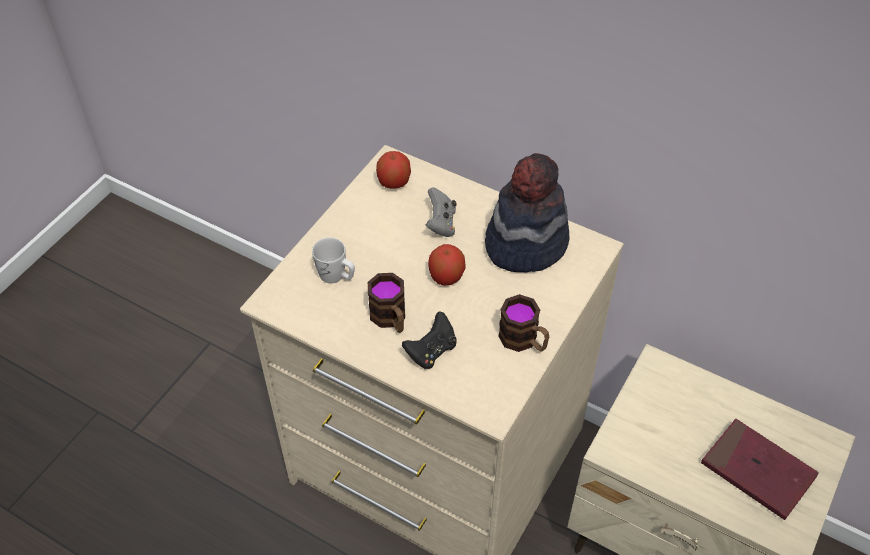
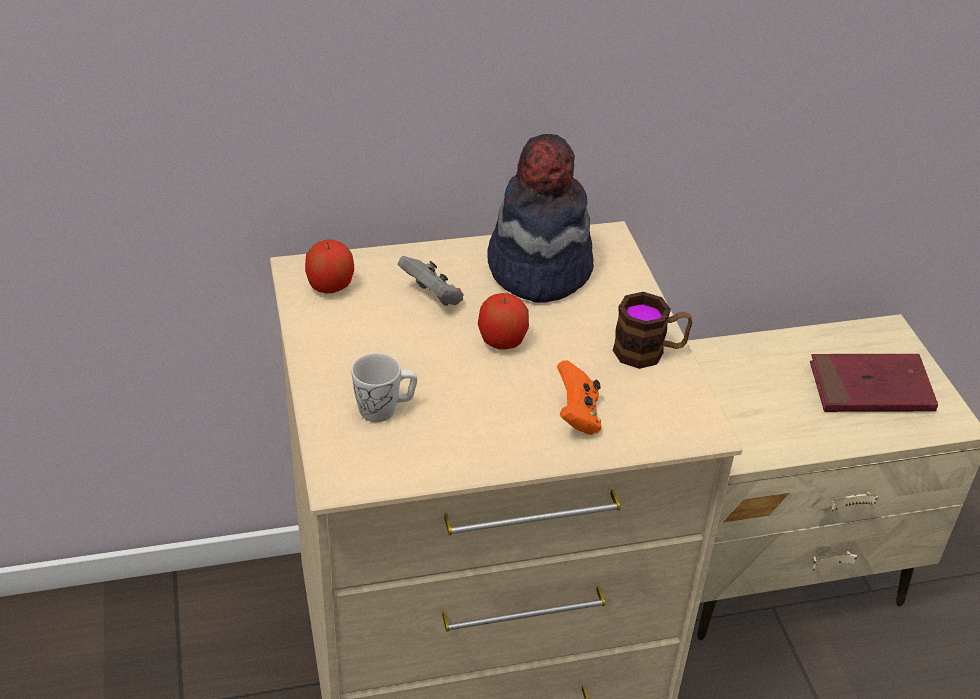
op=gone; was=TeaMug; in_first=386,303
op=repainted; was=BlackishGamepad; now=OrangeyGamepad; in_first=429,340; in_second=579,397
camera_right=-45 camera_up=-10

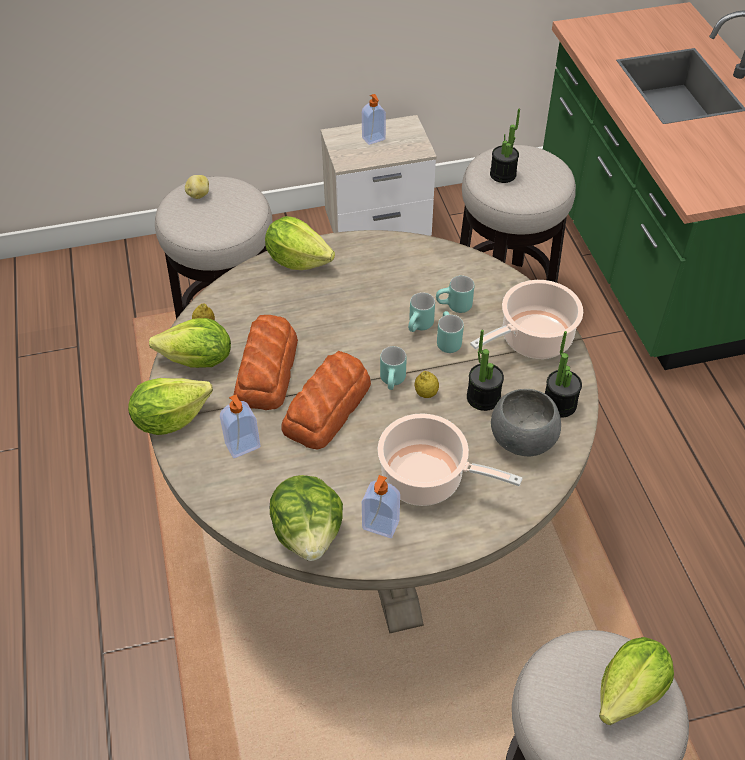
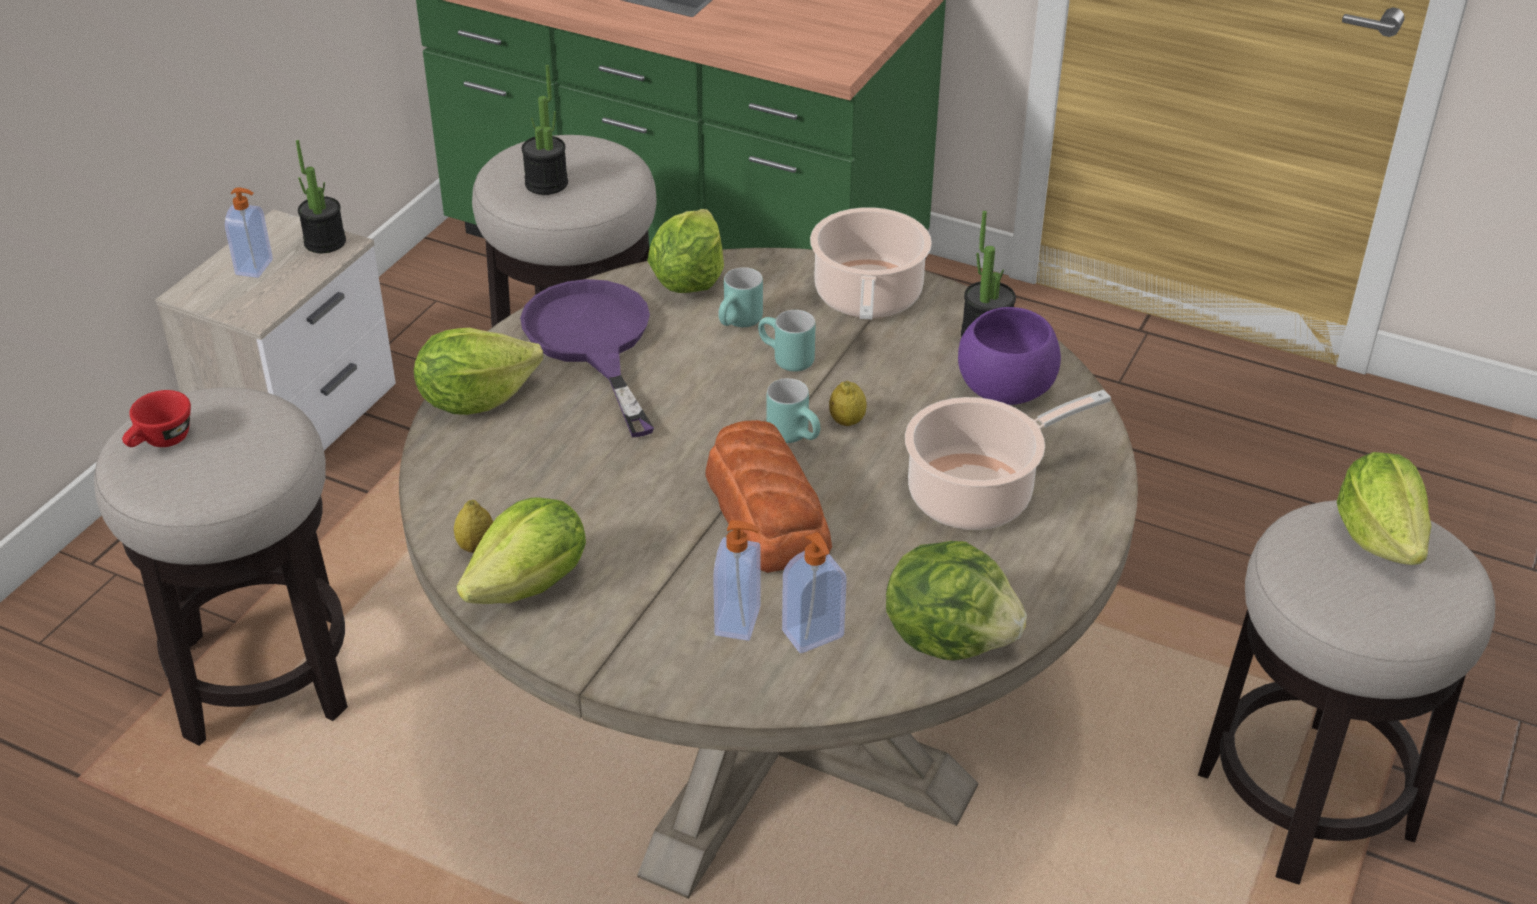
op=shifted; was=LettuceHead; in_first=170,406; in_second=685,251
op=swapped; was=Potato; now=RedDrinkingCup; in_first=197,187; in_second=156,418
op=gone; was=BakeryBread; in_first=266,362
op=shifted; was=SoapDispenser; in_first=381,506; in_second=814,592
op=gone; was=TurquoiseTeaMug; in_first=421,312
op=shifted; was=PlantInAPot; in_first=485,370; in_second=321,196
op=repainted; was=GreyishDeepDish; now=PurplishDeepDish; in_first=526,422; in_second=1009,356
op=new; now=PurplishSkillet; in_second=587,358
camera_right=-50 camera_up=-10

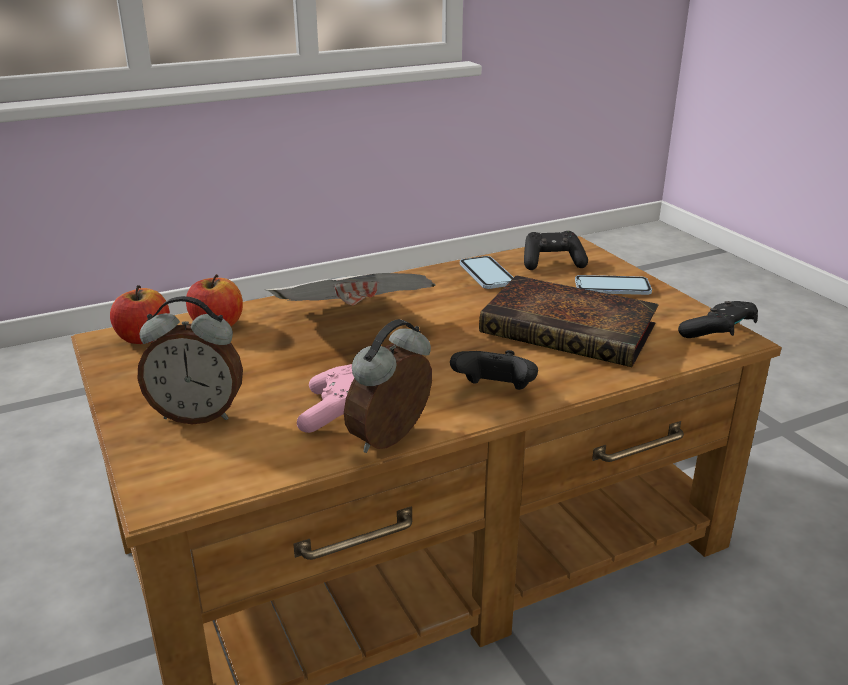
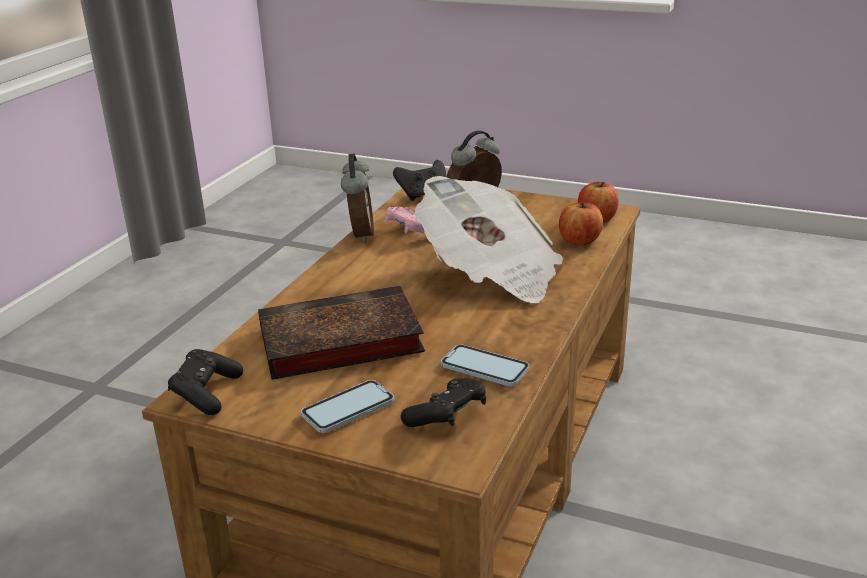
op=shifted; was=BlackishGamepad; in_first=494,370; in_second=419,180
camera_right=140 camera_up=0

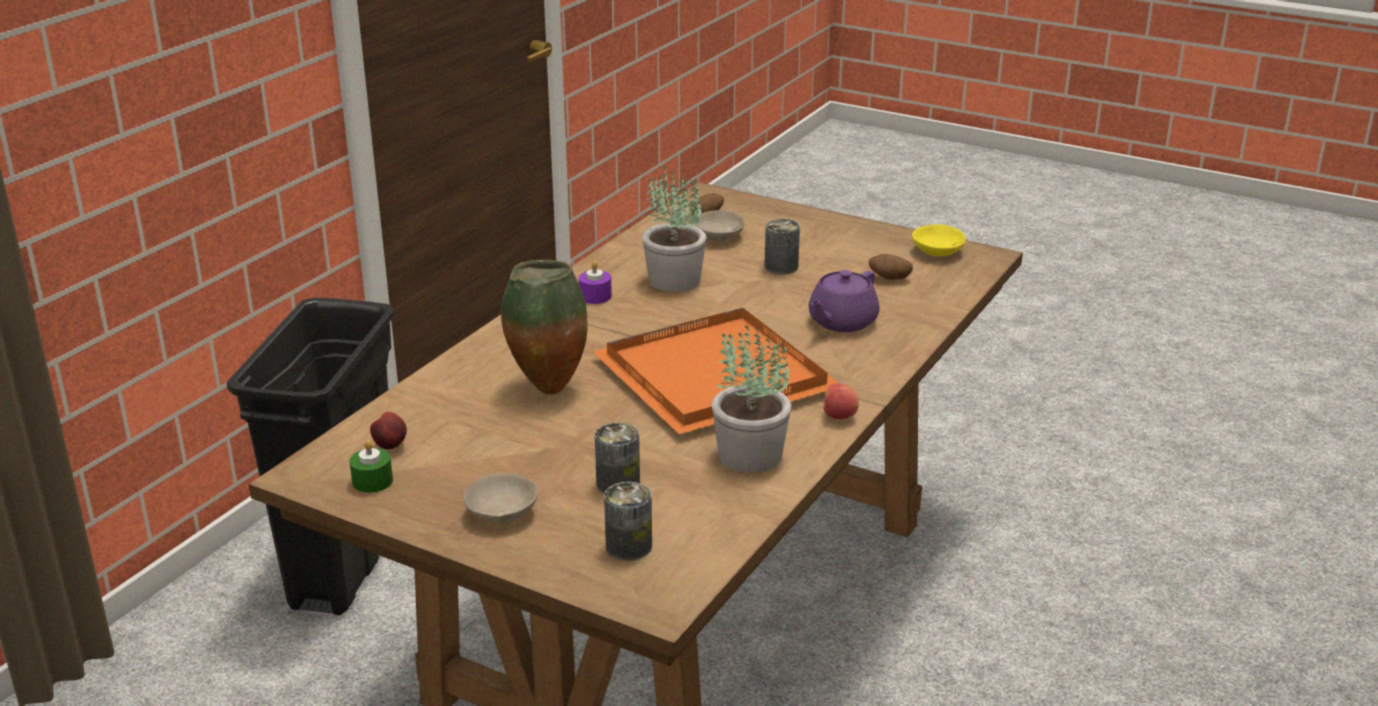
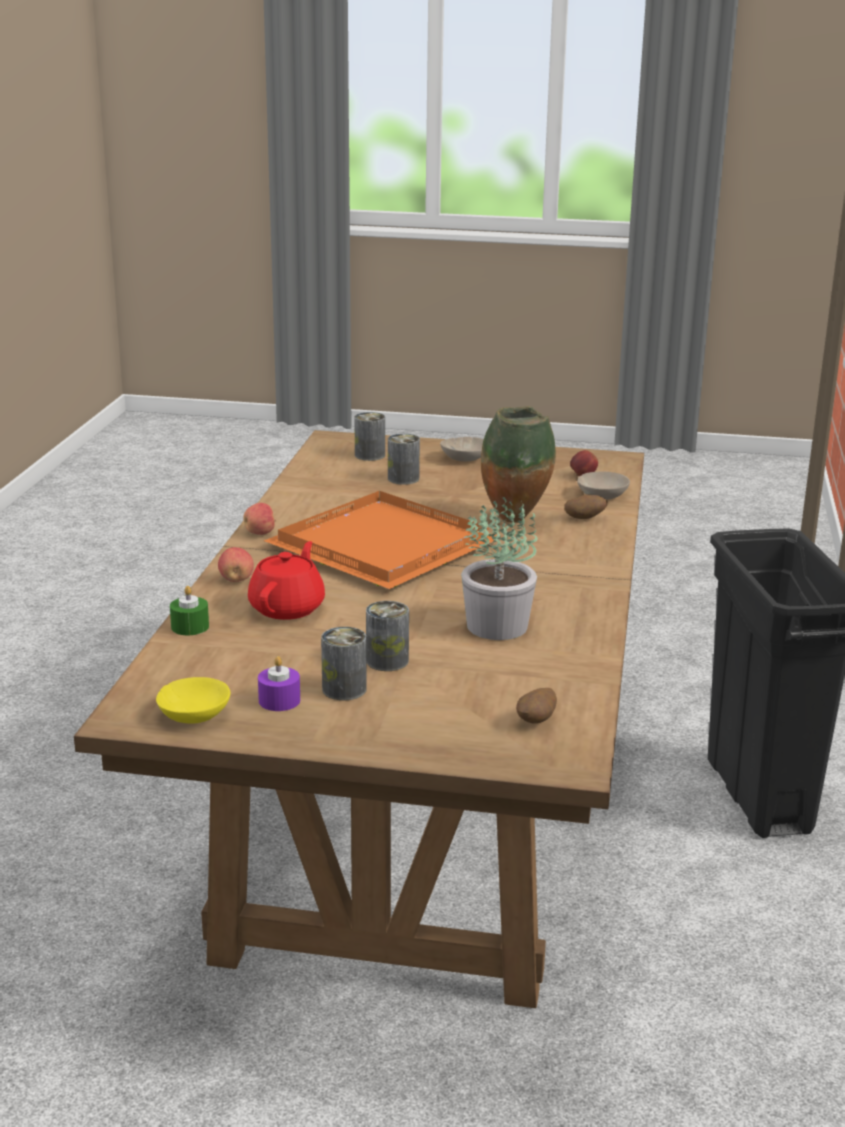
op=shifted; was=GreenCandle; in_first=371,466; in_second=189,610
op=shifted; was=PurplishCandle; in_first=595,282; in_second=279,683
op=shifted; was=SandColouredDeepDish; in_first=719,225; in_second=603,485
op=gone; was=PlantInAPot; in_first=751,399
op=repainted; was=PurplishTeaPot; now=RedTeaPot; in_first=844,301; in_second=286,580
op=shifted; was=Potato; in_first=891,267; in_second=586,506
op=new; now=WholeApple; in_second=236,564
op=new; now=Can; in_second=344,663
camera_right=160 camera_up=-5

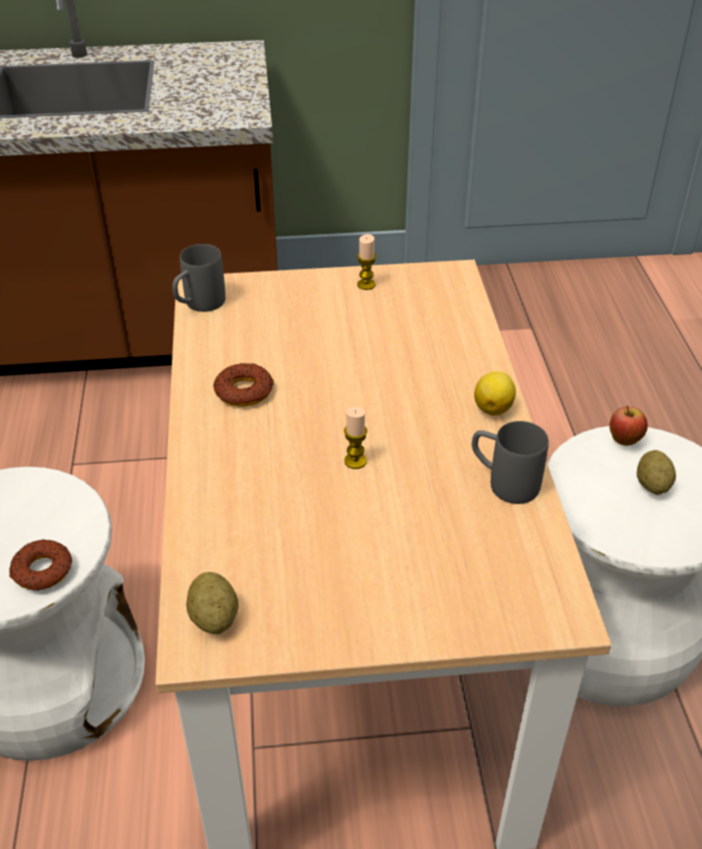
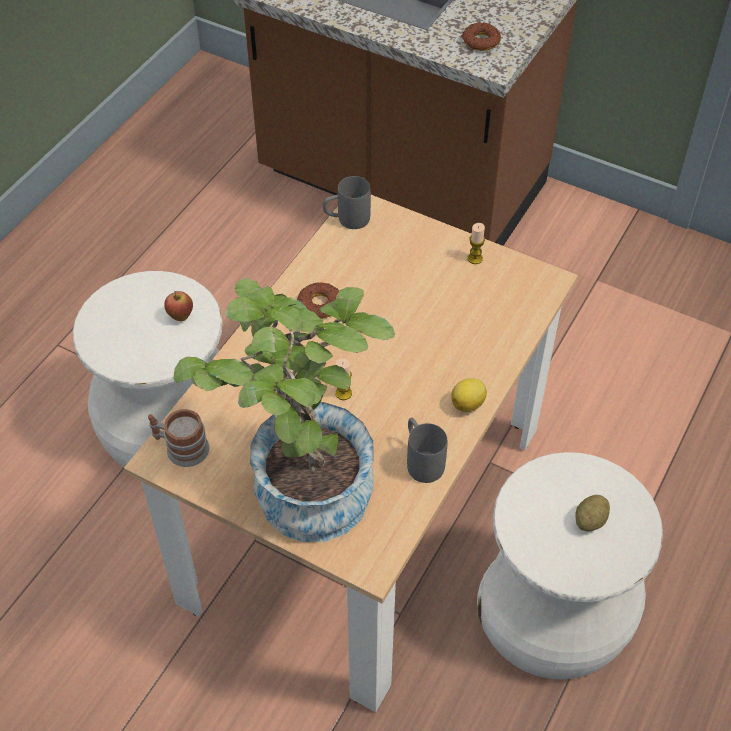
op=shifted; was=Donut; in_first=40,564; in_second=481,36
op=swapped; was=Potato; now=TeaMug; in_first=212,603; in_second=179,438
op=shifted; was=WholeApple; in_first=628,425; in_second=178,306
op=new; now=PlantInAPot; in_second=284,410
camera_right=35 camera_up=10

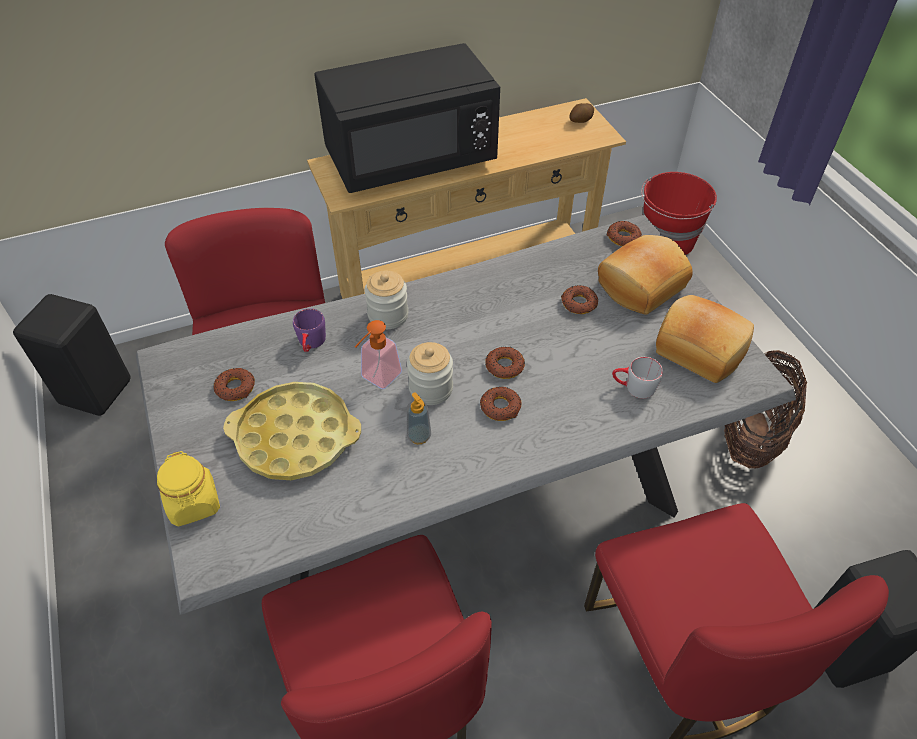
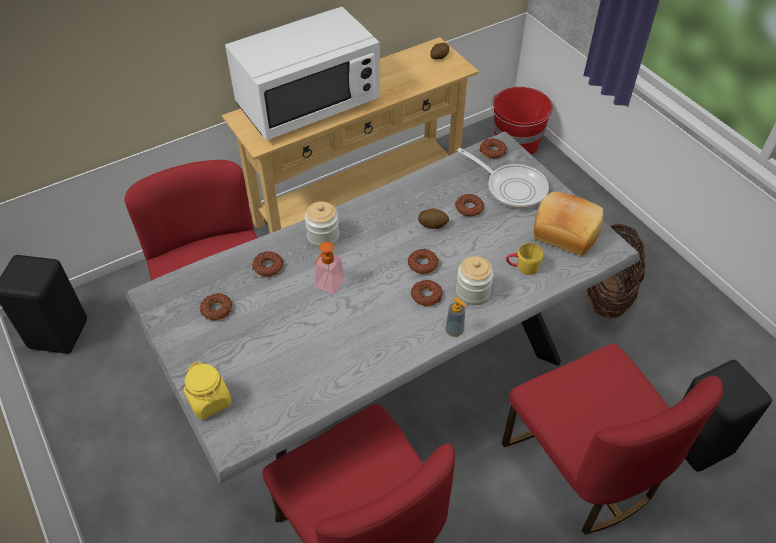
op=gone; was=YellowishCarryingTray; in_first=292,431
op=swapped; was=PurplishTeaMug; now=Donut; in_first=309,330; in_second=267,264
op=repainted; was=BlackishKitchenMicrowave; now=WhiteKitchenMicrowave; in_first=407,118; in_second=302,73
op=shifted; was=StorageJar; in_first=430,373; in_second=475,280
op=shifted; was=SoapDispenser; in_first=419,418; in_second=455,317
op=swapped; was=BakeryBread; now=Skillet; in_first=645,275; in_second=503,178
op=repainted; was=GreyishTeaMug; now=YellowishTeaMug; in_first=637,378; in_second=525,259
op=new; now=Potato; in_second=433,218
camera_right=-10 camera_up=0

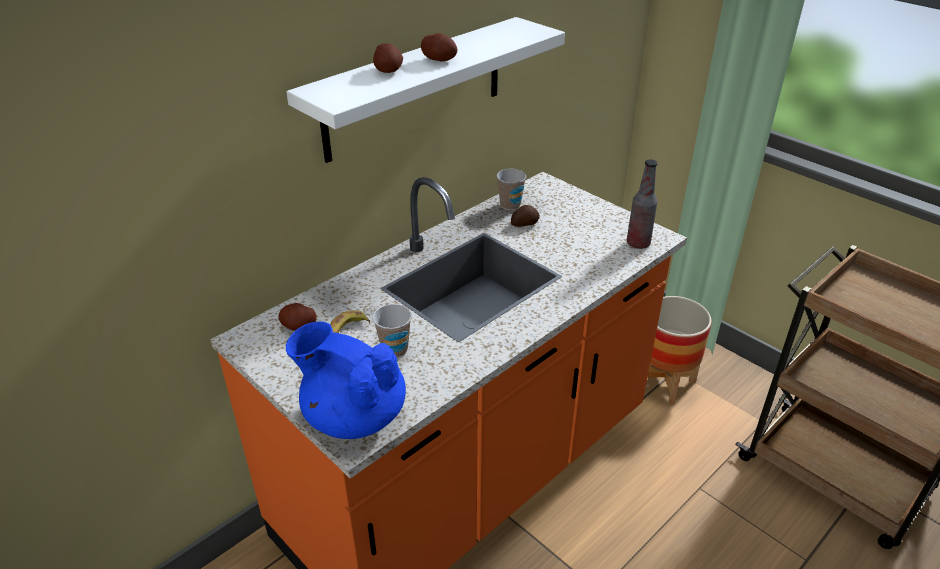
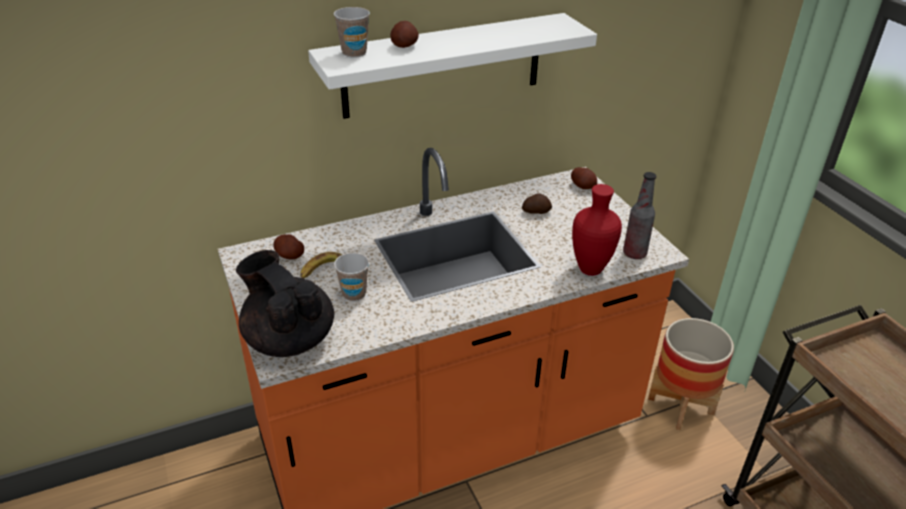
op=repainted; was=BlueTeaPot; now=BlackishTeaPot; in_first=346,380; in_second=285,303
op=shifted; was=Potato; in_first=439,47; in_second=584,178
op=shifted; was=DrinkingCup; in_first=511,189; in_second=352,32
op=new; now=RedFlowerVase; in_second=597,230
camera_right=20 camera_up=0

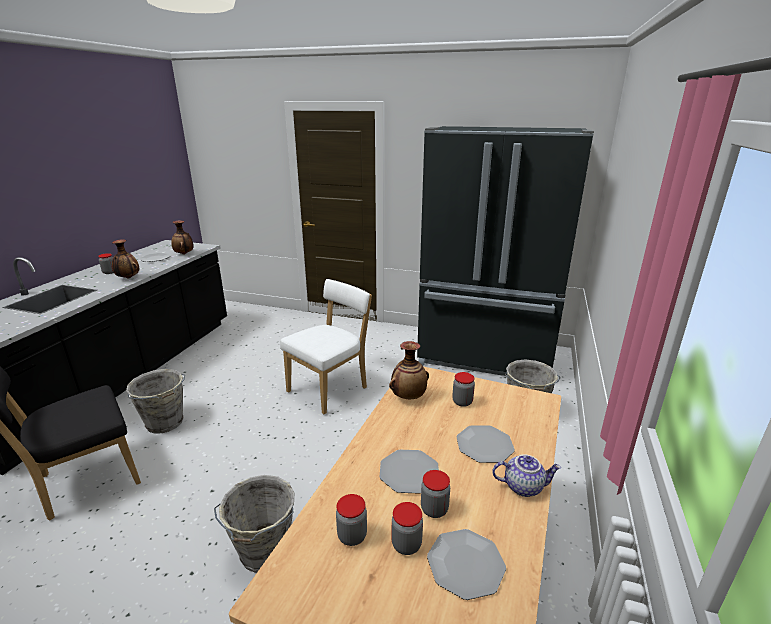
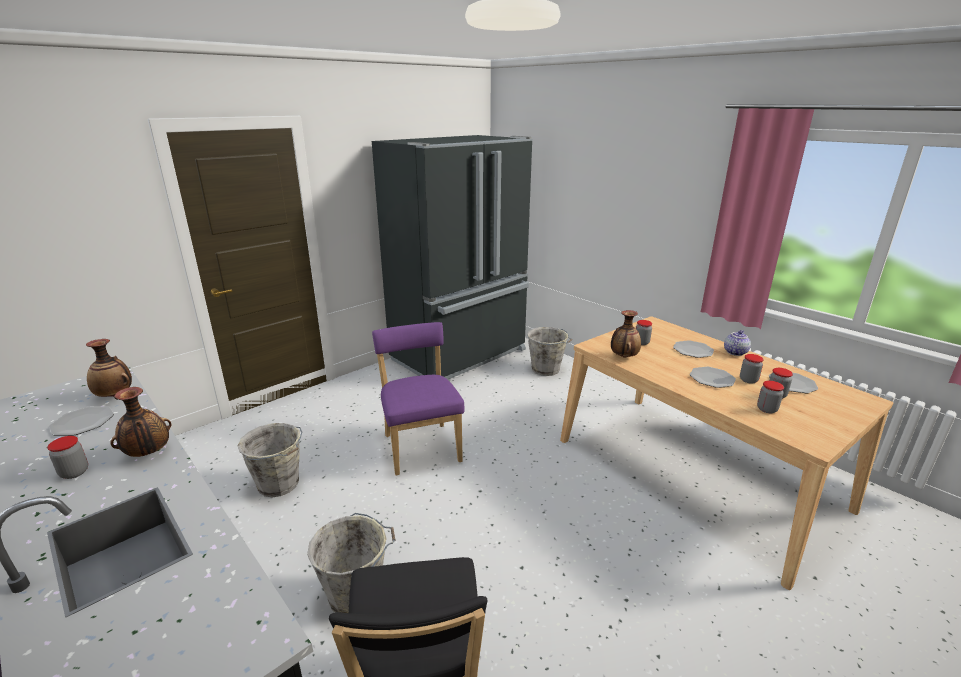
op=shifted; was=GreyishPail; in_first=254,524; in_second=270,460
op=repainted; was=WhitePlainChair; now=PurplishPlainChair; in_first=326,347; in_second=418,399
camera_right=-60 camera_up=0

